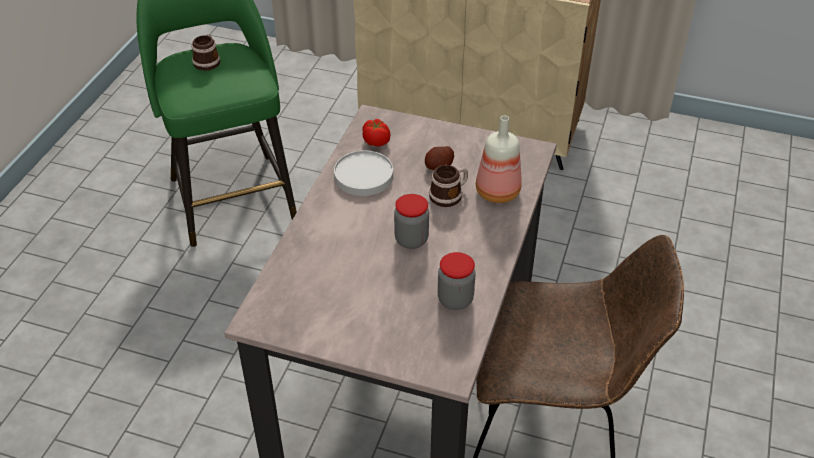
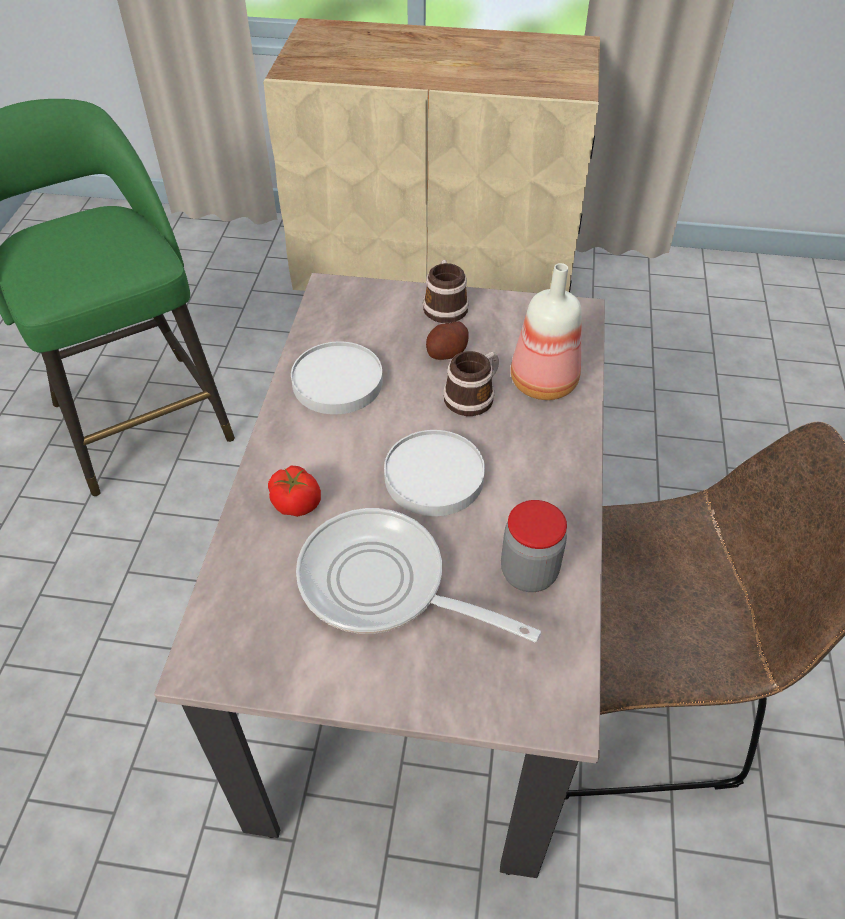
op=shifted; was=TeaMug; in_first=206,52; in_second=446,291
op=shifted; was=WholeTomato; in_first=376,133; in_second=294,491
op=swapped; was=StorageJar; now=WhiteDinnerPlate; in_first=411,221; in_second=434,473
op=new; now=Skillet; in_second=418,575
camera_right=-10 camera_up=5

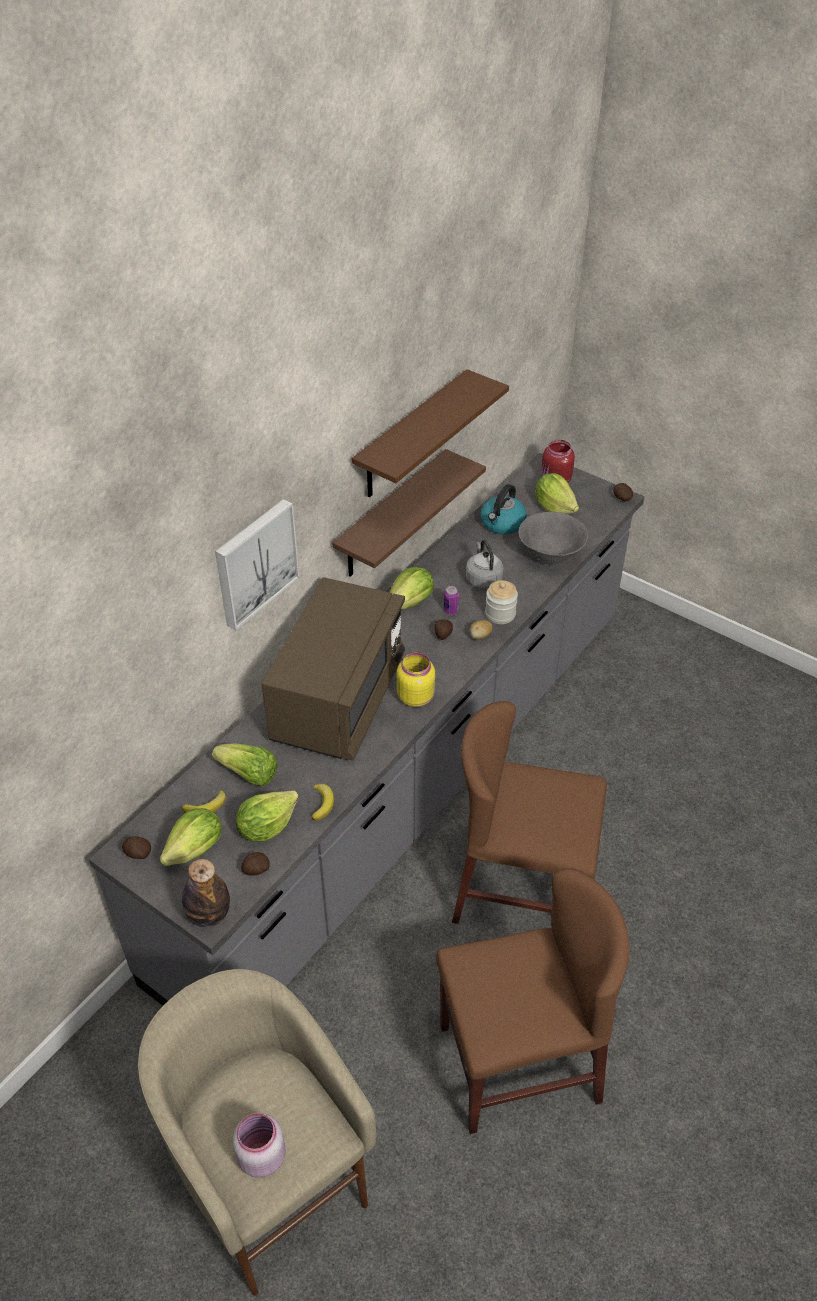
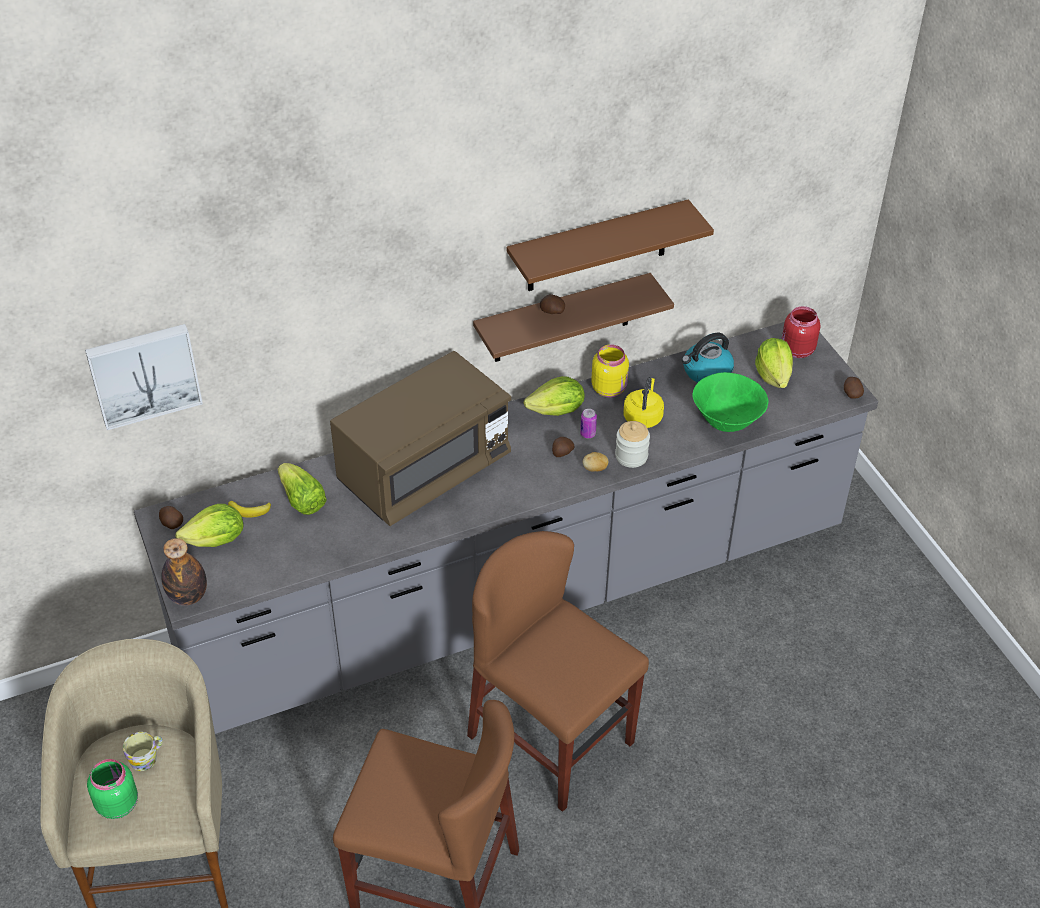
op=shifted; was=Picture; in_first=257,564; in_second=144,377
op=repainted; was=PinkishStorageJar; now=GreenStorageJar; in_first=259,1145; in_second=112,789
op=gone; was=LettuceHead; in_first=267,816
op=shifted; was=Potato; in_first=255,864; in_second=552,304
op=gone; was=Banana; in_first=322,802
op=shifted; was=YellowishStorageJar; in_first=416,680; in_second=610,370
op=repainted; was=GreyishTeaKettle; now=YellowishTeaKettle; in_first=485,564; in_second=643,402
op=repainted; was=GreyishDeepDish; now=GreenDeepDish; in_first=553,538; in_second=730,402
op=new; now=TeaMug; in_second=143,751
camera_right=30 camera_up=0

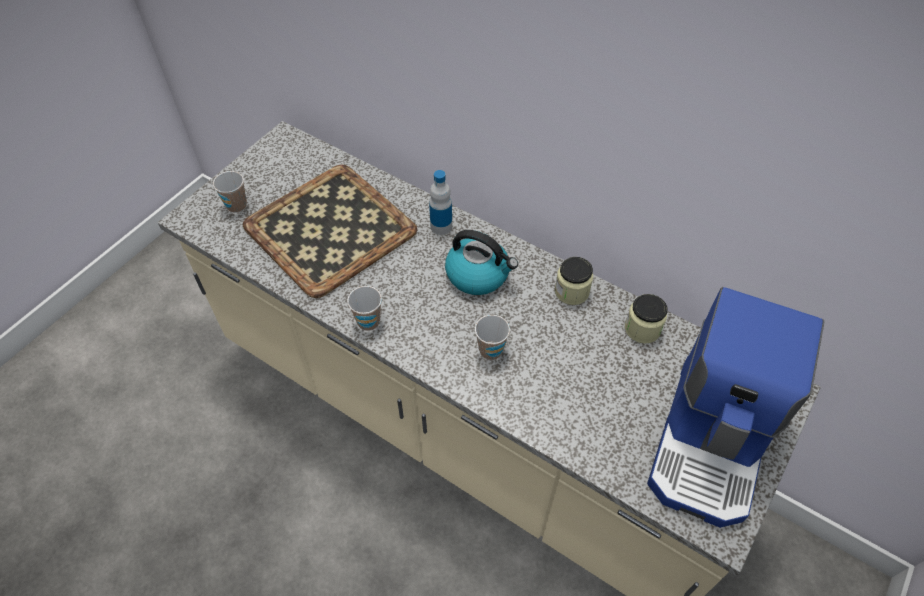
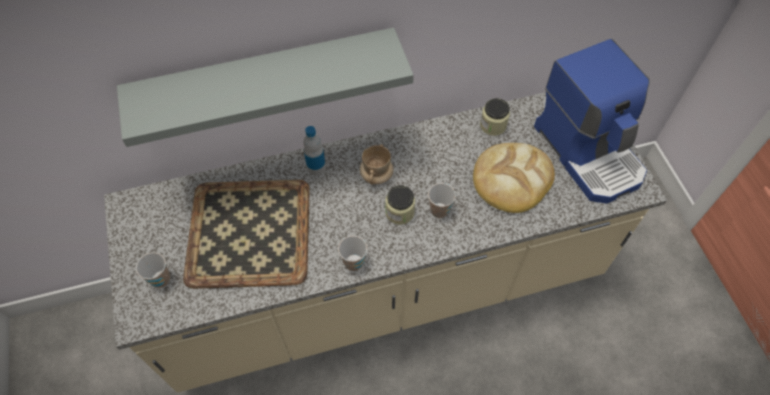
op=swapped; was=TeaKettle; now=SandColouredTeaMug; in_first=481,262; in_second=376,164
op=shifted; was=StorageJar; in_first=574,281; in_second=400,205
op=new; now=GreyishBracketShelf; in_second=265,87
op=new; now=BakeryBread; in_second=514,178
camera_right=-50 camera_up=5

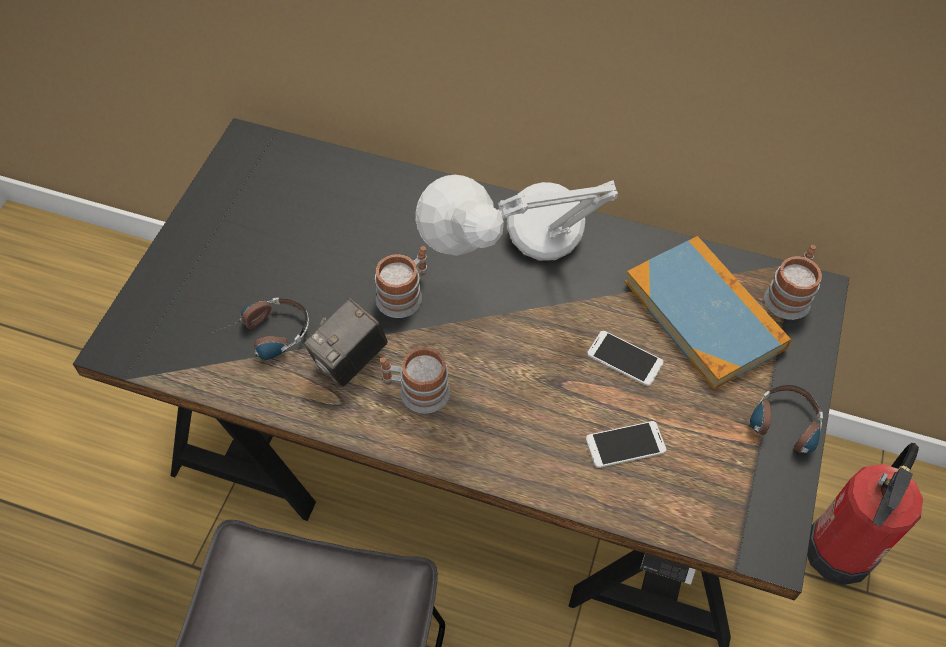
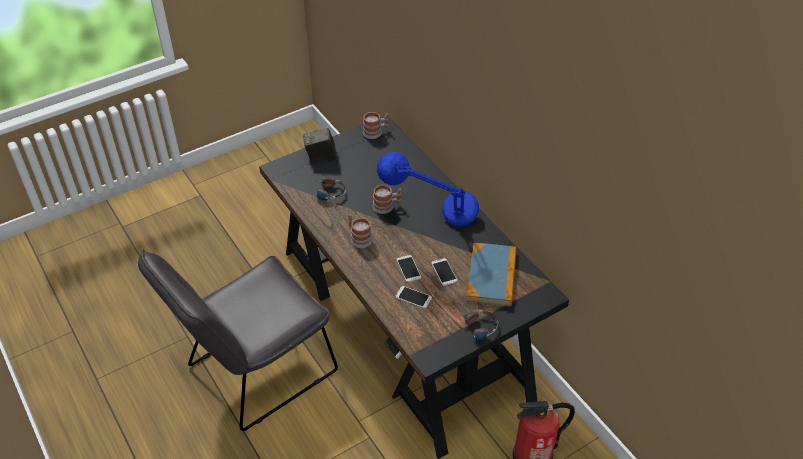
op=shifted; was=PhotoCamera; in_first=346,342; in_second=319,144
op=repainted; was=GreyishLampForATable; now=BlueLampForATable; in_first=517,218; in_second=428,189
op=shifted; was=TeaMug; in_first=793,282; in_second=375,125
op=new; now=Telephone; in_second=408,268
camera_right=40 camera_up=-10

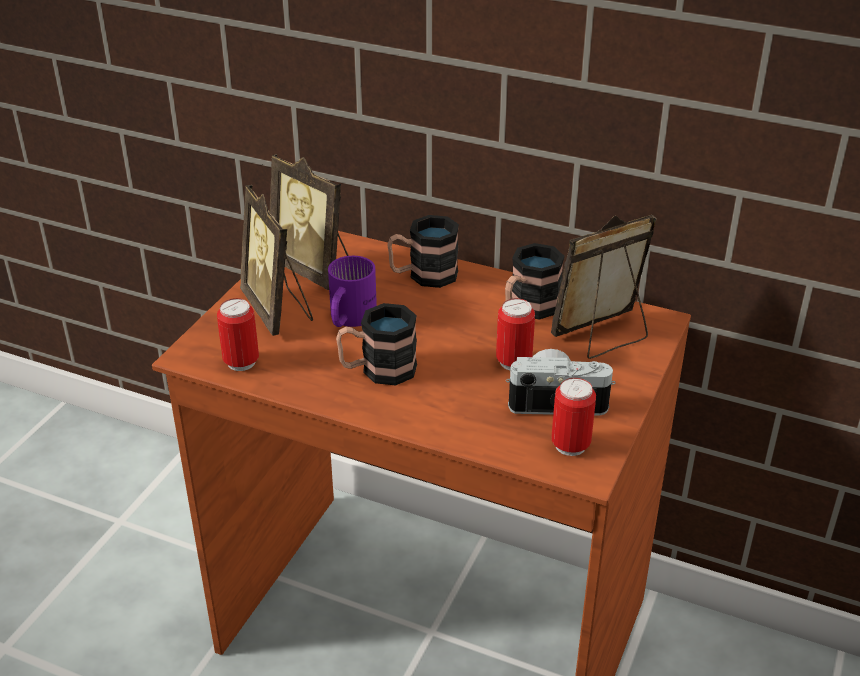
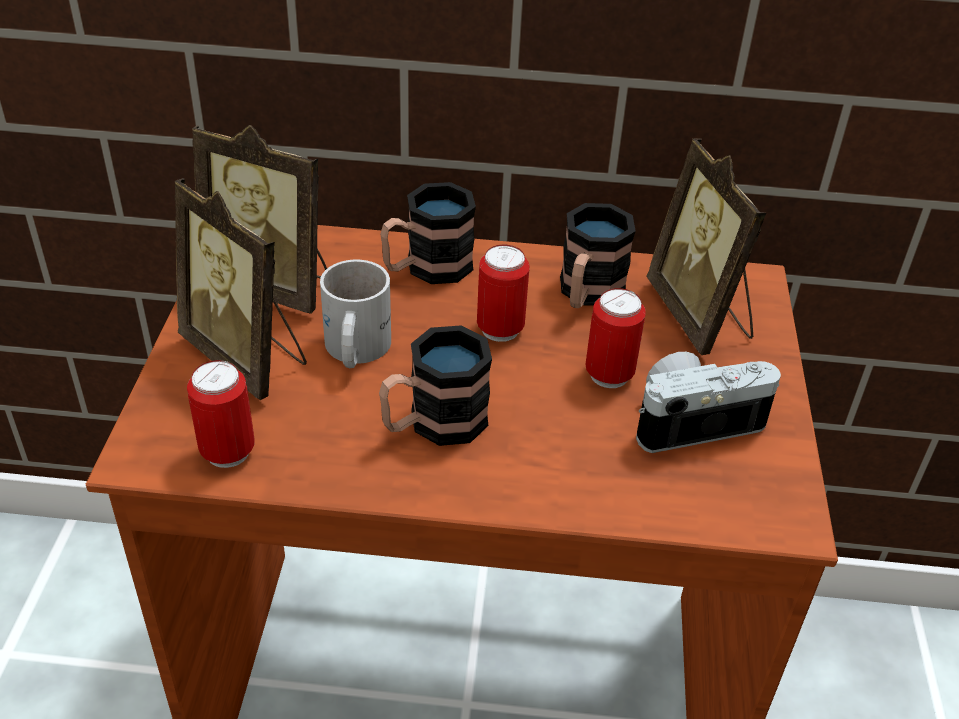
op=repainted; was=PurplishTeaMug; now=WhiteTeaMug; in_first=352,291; in_second=355,314
op=rotated; was=PictureFrame; in_first=604,287; in_second=706,246; clockwise=-60
op=shifted; was=Can; in_first=574,417; in_second=503,293
camera_right=-20 camera_up=5

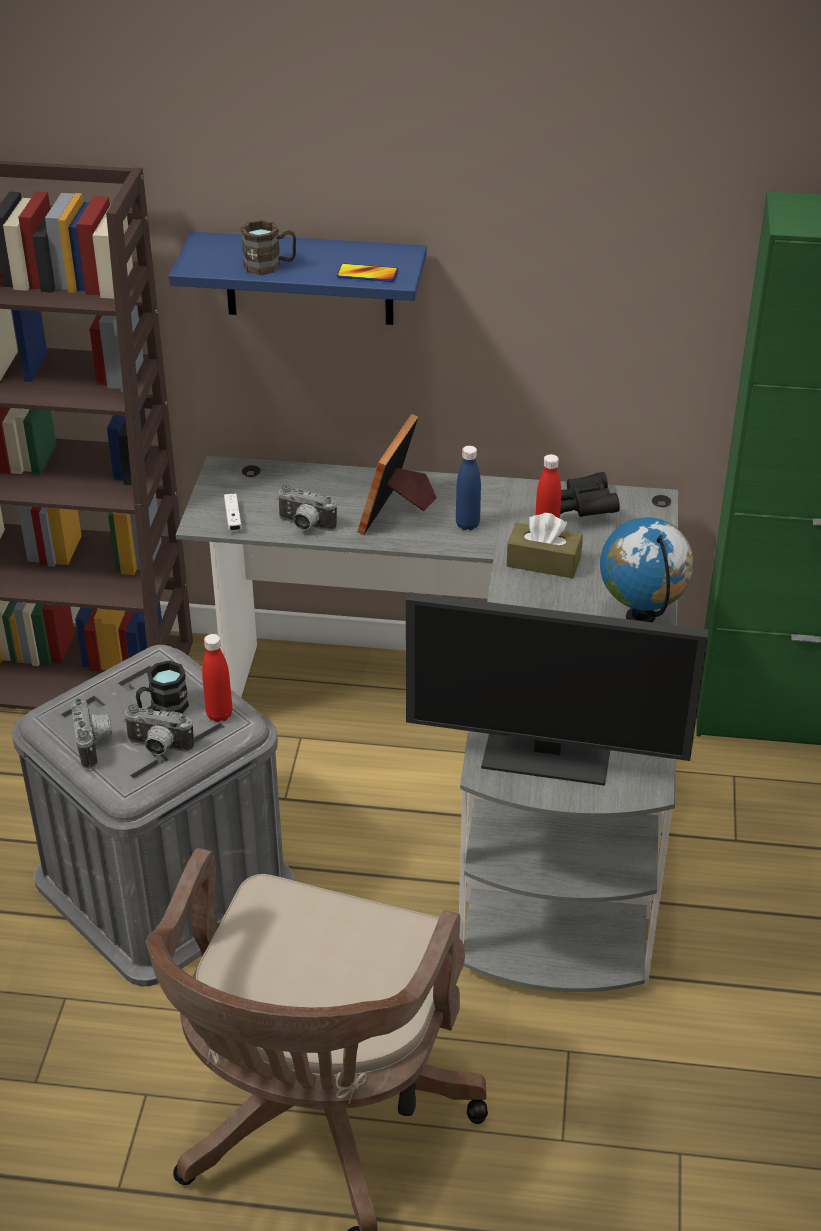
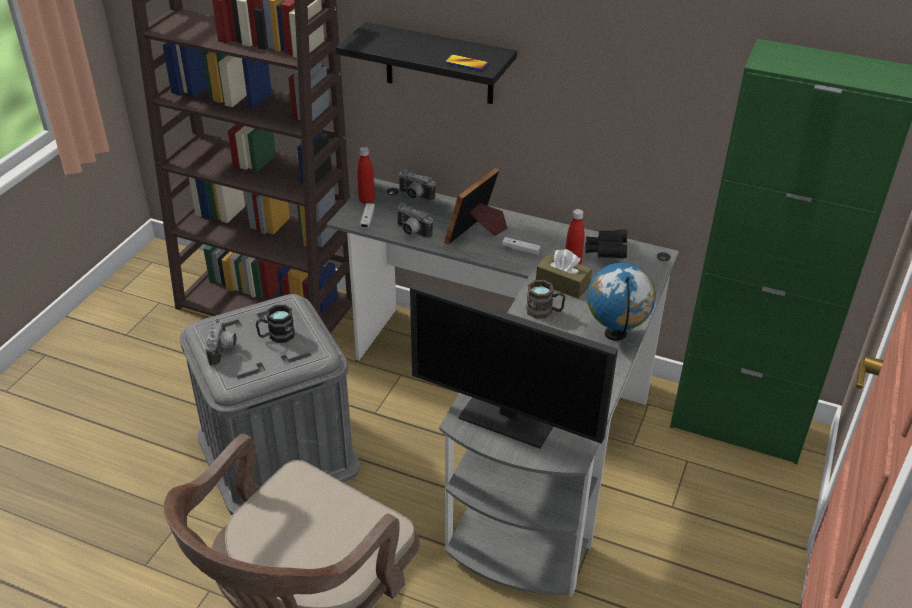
op=shifted; was=PhotoCamera; in_first=159,729; in_second=417,185
op=repainted; was=BlueBracketShelf; now=BlackishBracketShelf; in_first=297,278; in_second=426,63
op=shifted; was=RedBottle; in_first=217,678; in_second=366,175
op=shifted; was=BrownishTeaMug; in_first=268,247; in_second=545,299
op=swapped; was=BlueBottle; now=WhiteGamepad; in_first=468,488; in_second=521,246
camera_right=15 camera_up=0

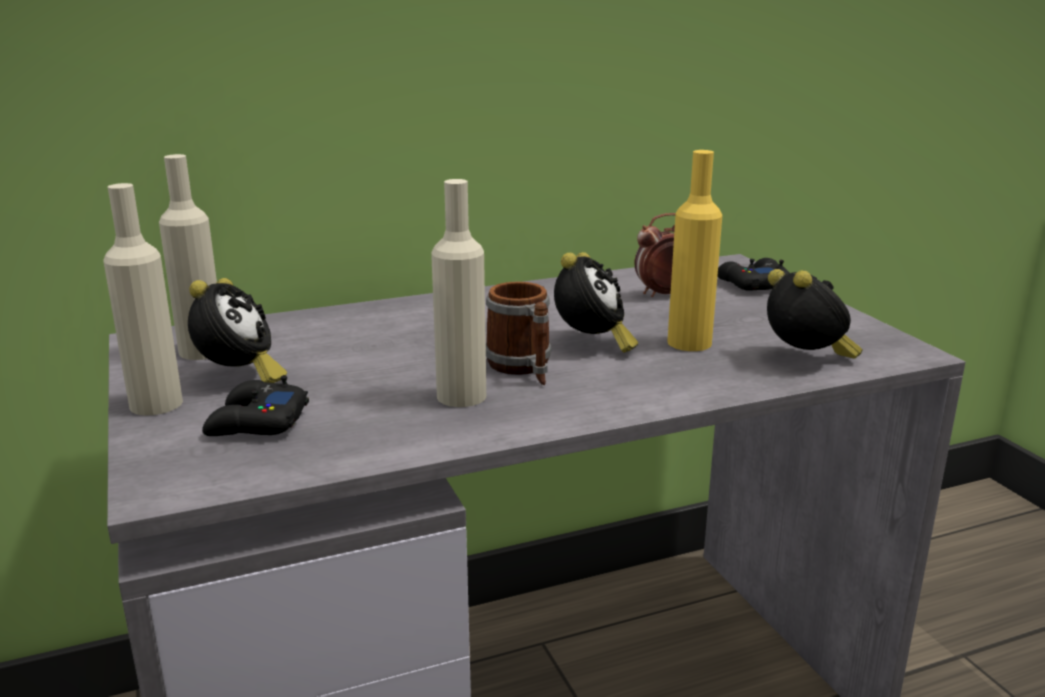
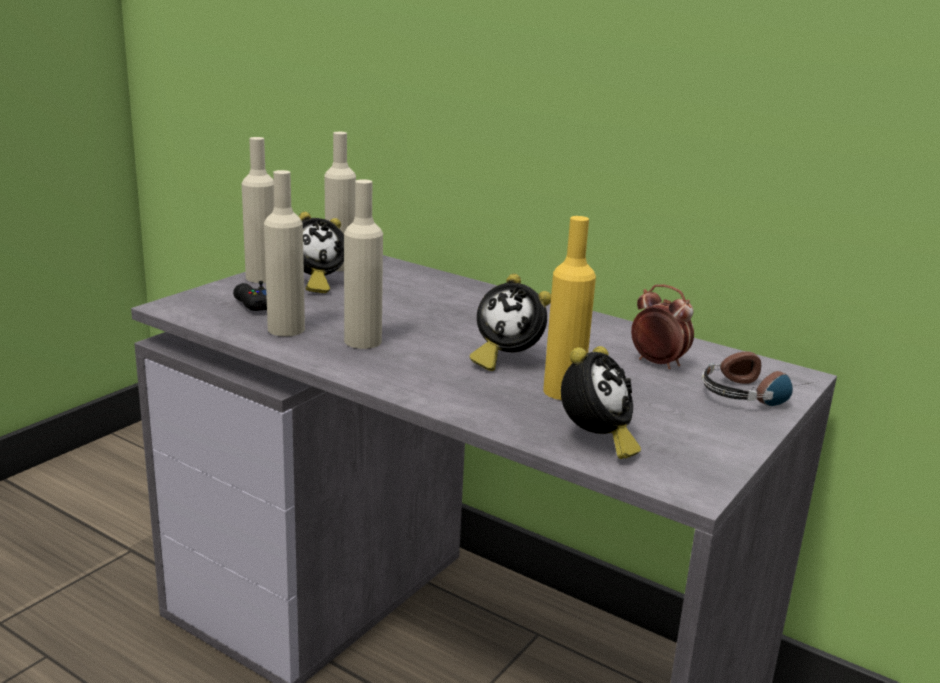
op=gone; was=TeaMug; in_first=518,333
op=rotated; was=AlarmClock; in_first=596,302; in_second=510,322; clockwise=45
op=swapped; was=BlackishGamepad; now=Headset; in_first=753,274; in_second=758,378
op=new; now=SandColouredBottle; in_second=284,253
camera_right=55 camera_up=0

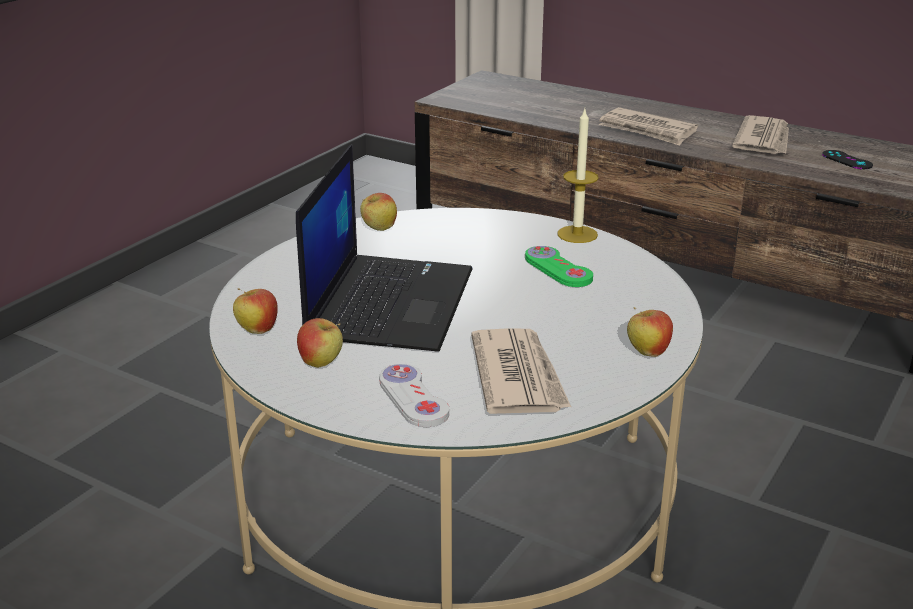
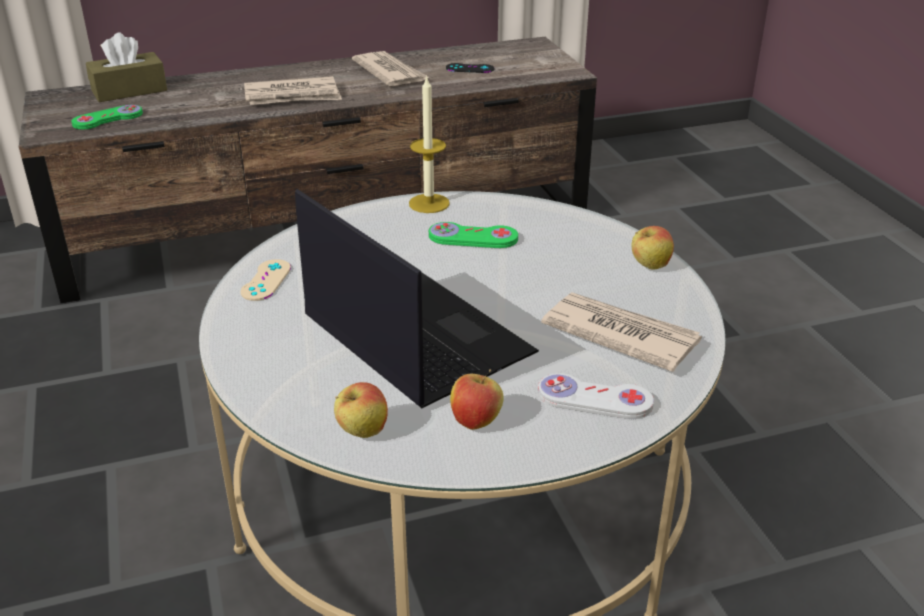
op=swapped; was=WholeApple; now=SandColouredGamepad; in_first=378,212; in_second=265,280
op=new; now=GreenGamepad; in_second=107,117
op=new; now=BrownishTissueHolder; in_second=126,67
camera_right=-50 camera_up=5

